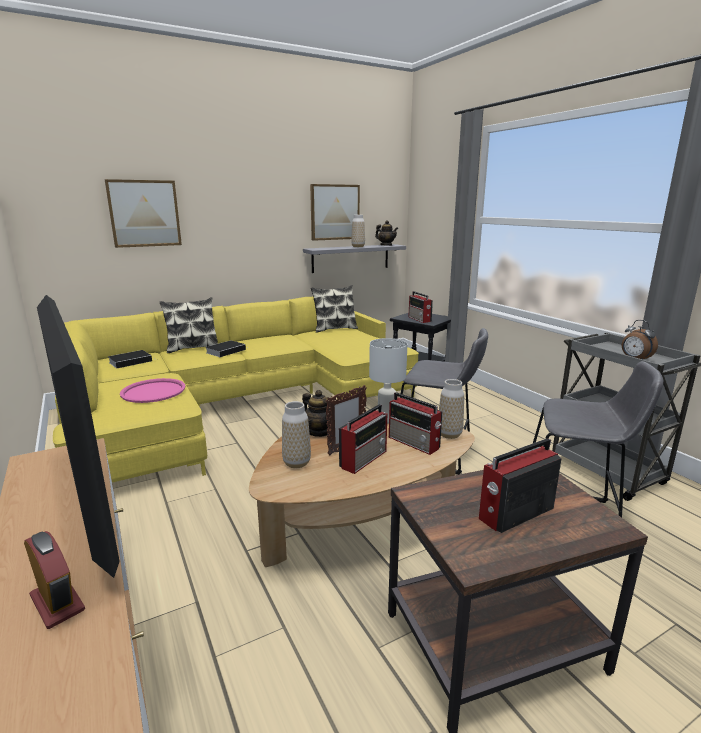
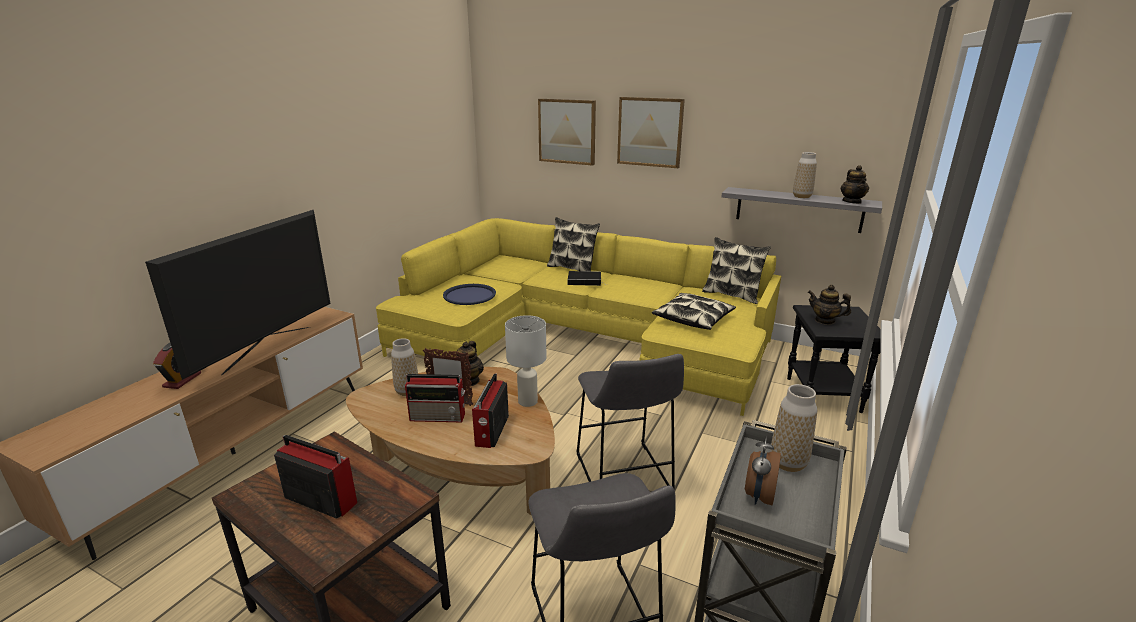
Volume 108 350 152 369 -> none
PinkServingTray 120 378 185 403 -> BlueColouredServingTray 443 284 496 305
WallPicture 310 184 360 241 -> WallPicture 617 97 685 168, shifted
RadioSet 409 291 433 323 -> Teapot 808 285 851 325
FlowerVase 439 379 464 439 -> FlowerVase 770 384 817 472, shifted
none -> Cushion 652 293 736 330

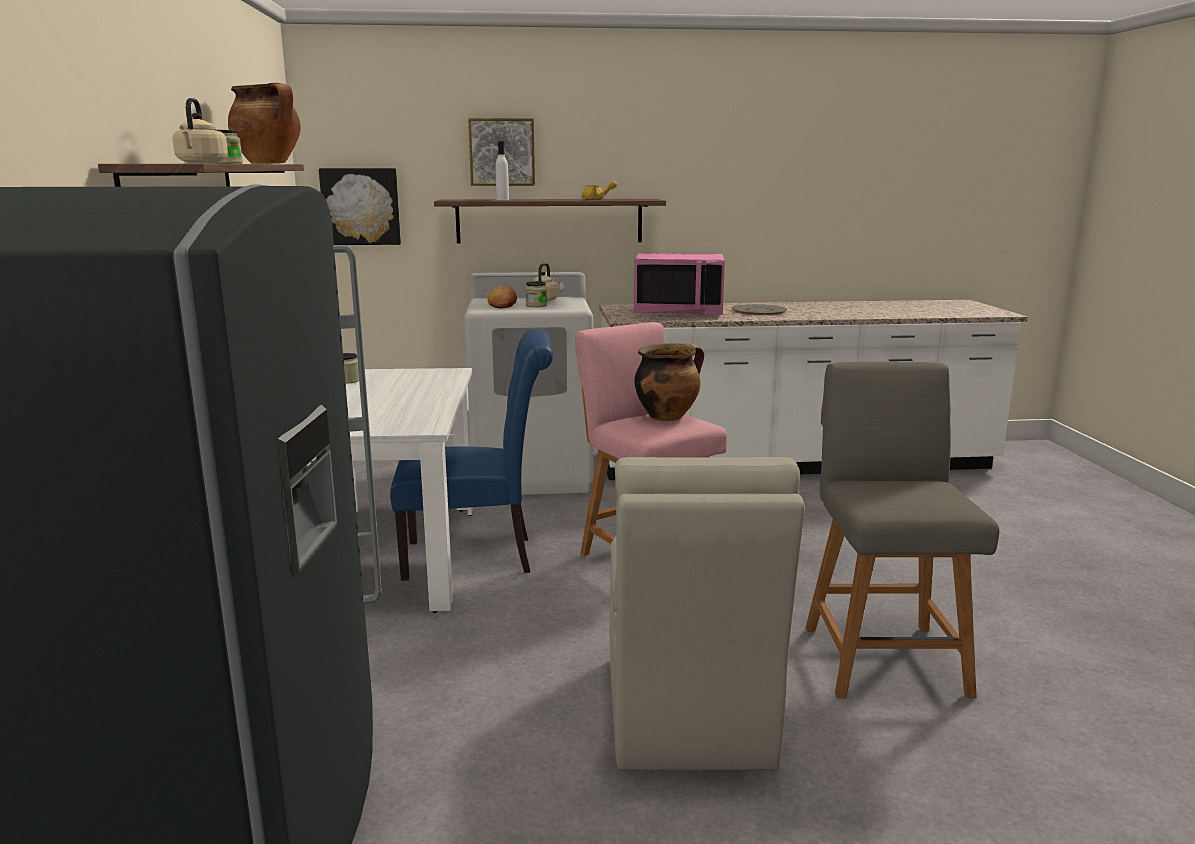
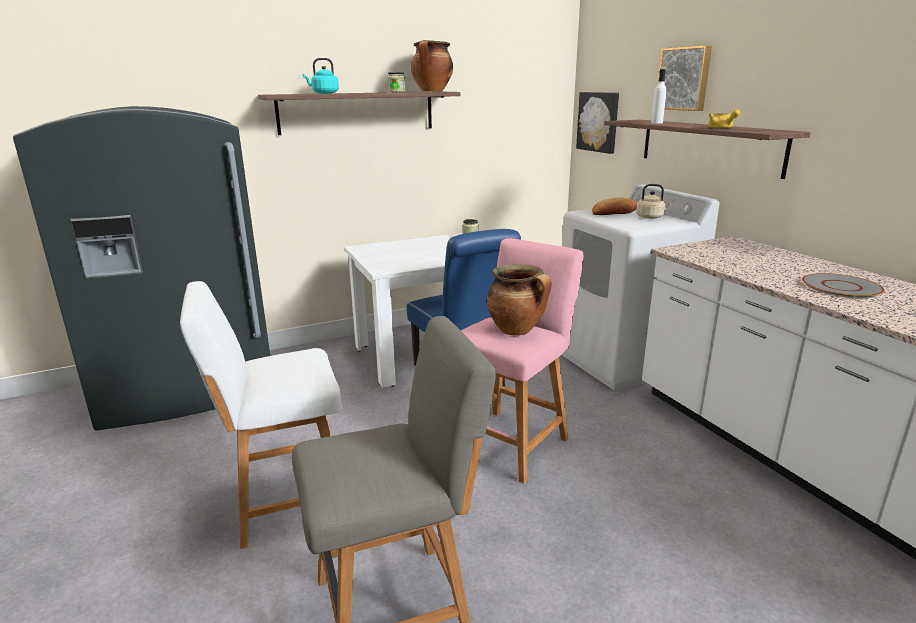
BeigeTeaKettle 172 98 228 163 -> TurquoiseColouredTeaKettle 303 58 339 94
Jar 525 281 547 307 -> none
BeigeChair 609 457 805 770 -> WhiteStool 180 281 342 549
PinkMicrowaveOven 634 253 725 315 -> none

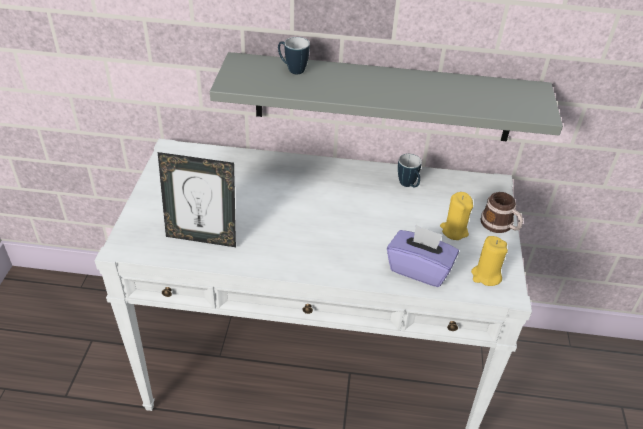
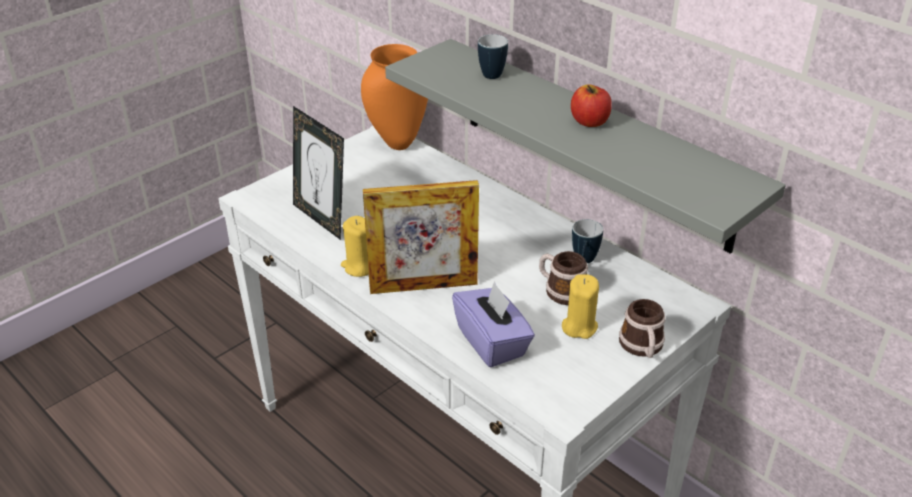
YellowCandle 471 236 508 286 -> YellowCandle 341 216 369 277, shifted
none -> OrangeFlowerVase 361 44 428 150
none -> PictureFrame 363 180 479 294
none -> TeaMug 539 251 588 305
none -> Apple 571 84 612 127

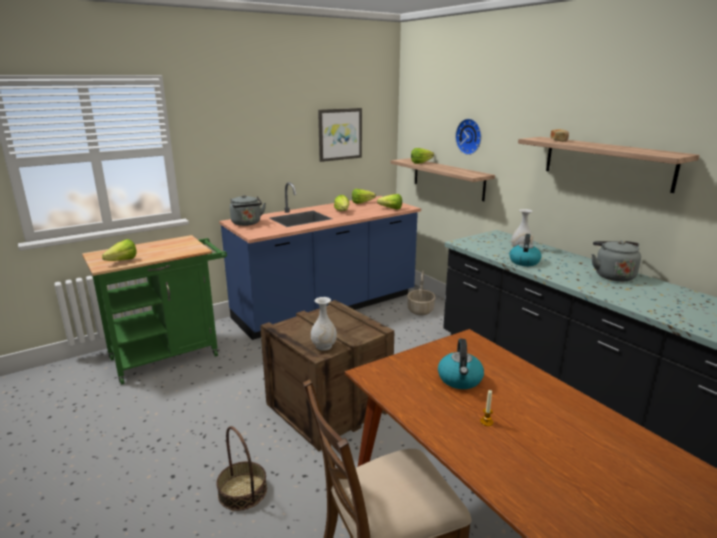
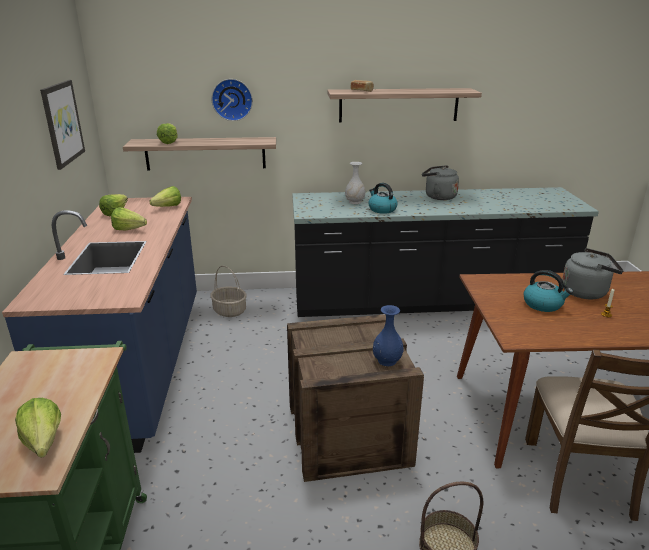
GrayTeaKettle 230 195 266 226 -> GrayTeaKettle 562 248 624 299, shifted
WhiteFlowerVase 311 297 337 351 -> BlueColouredFlowerVase 373 305 404 366

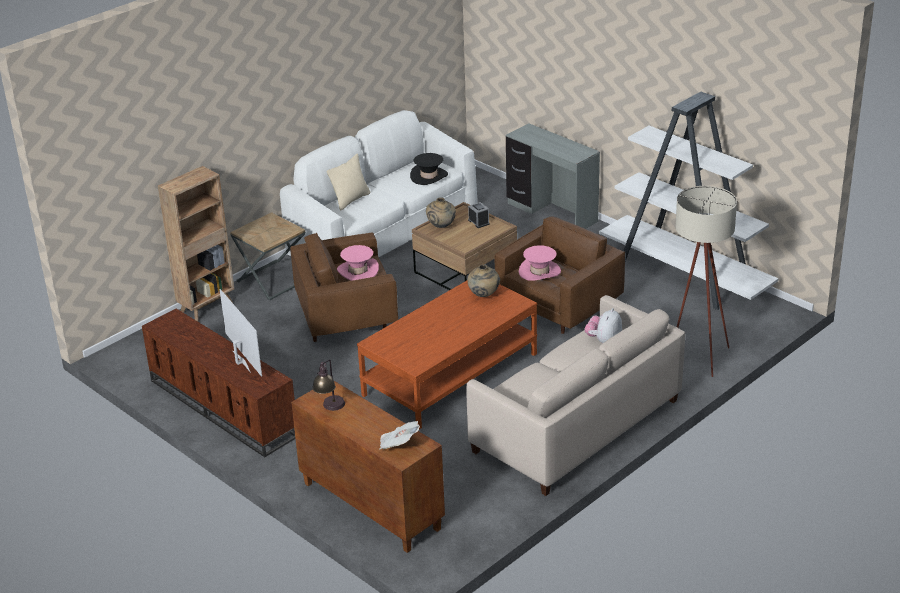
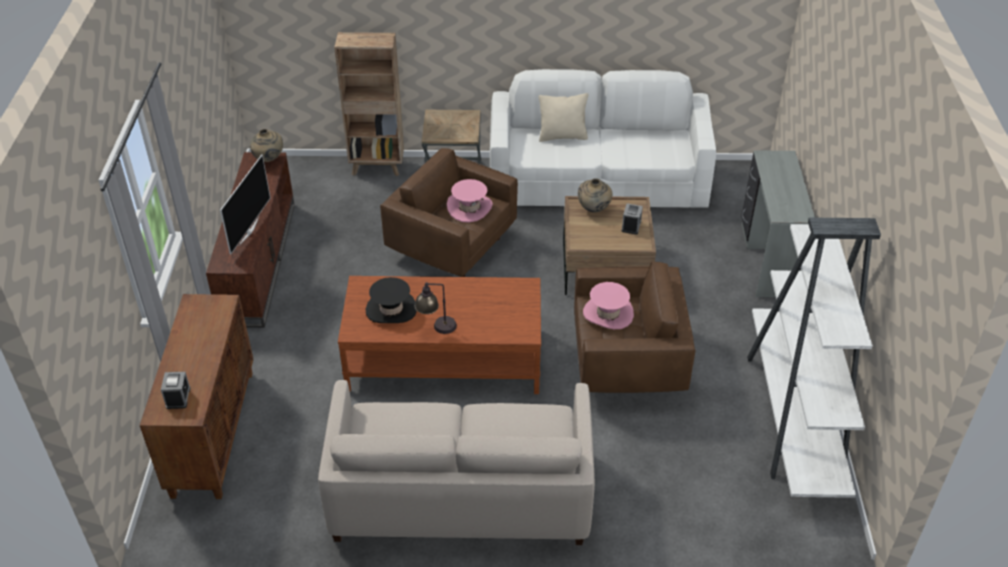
TableLamp 313 360 345 411 -> TableLamp 415 282 457 334, shifted
PrintedPaper 379 421 420 450 -> BedsideClock 161 372 190 409
BlackishWearableHat 410 153 448 185 -> BlackishWearableHat 366 277 417 323, shifted
BeigeFlowerVase 467 264 500 297 -> BeigeFlowerVase 250 129 283 162, shifted
PlushToy 584 308 622 343 -> none
BeigeFloorLamp 675 186 737 377 -> none

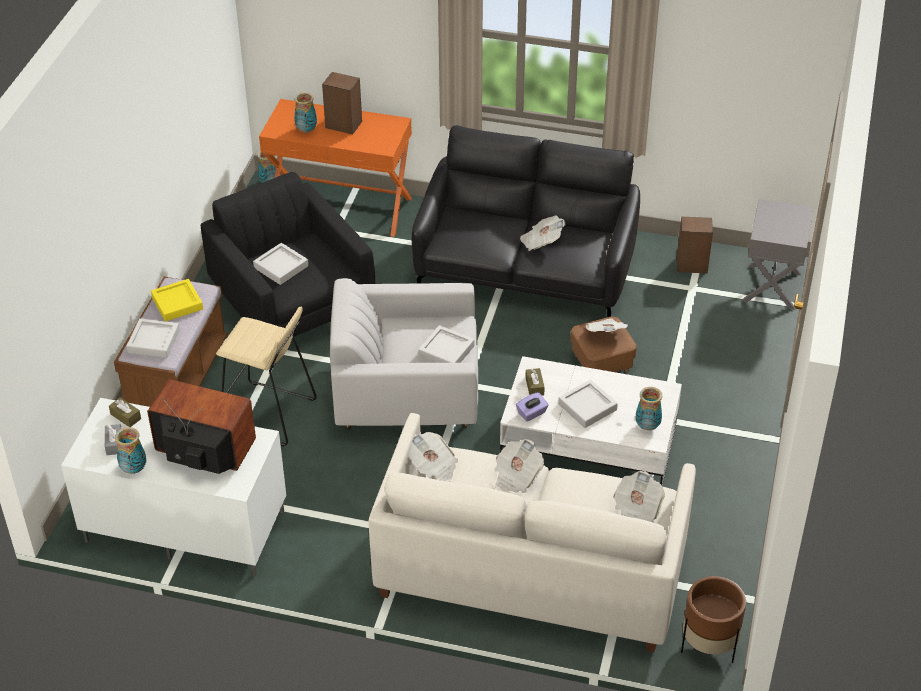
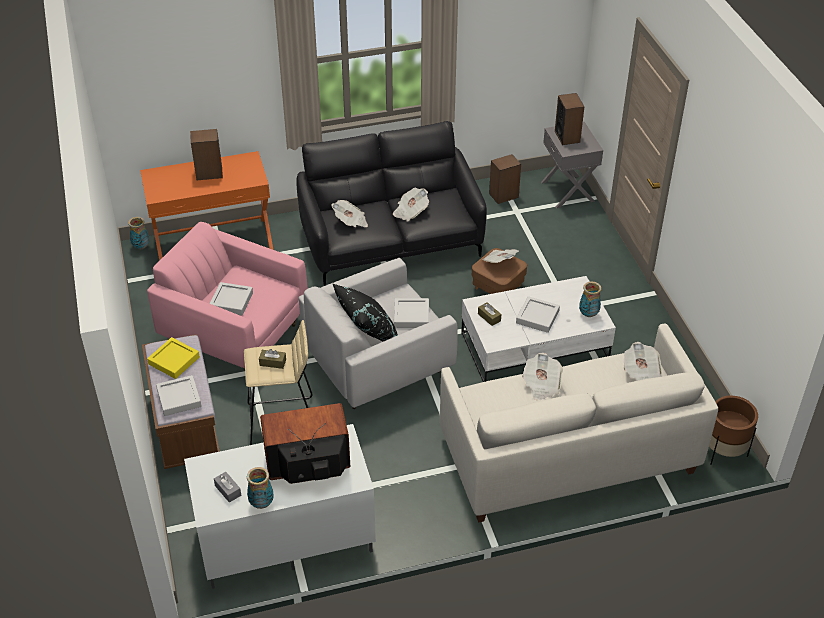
BrownishBoxOfTissues 109 398 141 427 -> BrownishBoxOfTissues 259 349 286 369, shifted
BlackishLoungeChair 201 172 376 337 -> PinkLoungeChair 147 222 308 368
FlowerVase 294 92 317 133 -> none
PrintedPaper 409 432 458 482 -> PrintedPaper 332 200 368 227, shifted
PurpleBoxOfTissues 516 392 549 421 -> none
none -> BlackishCushion 332 283 398 342
none -> AudioSpeaker 555 93 584 145

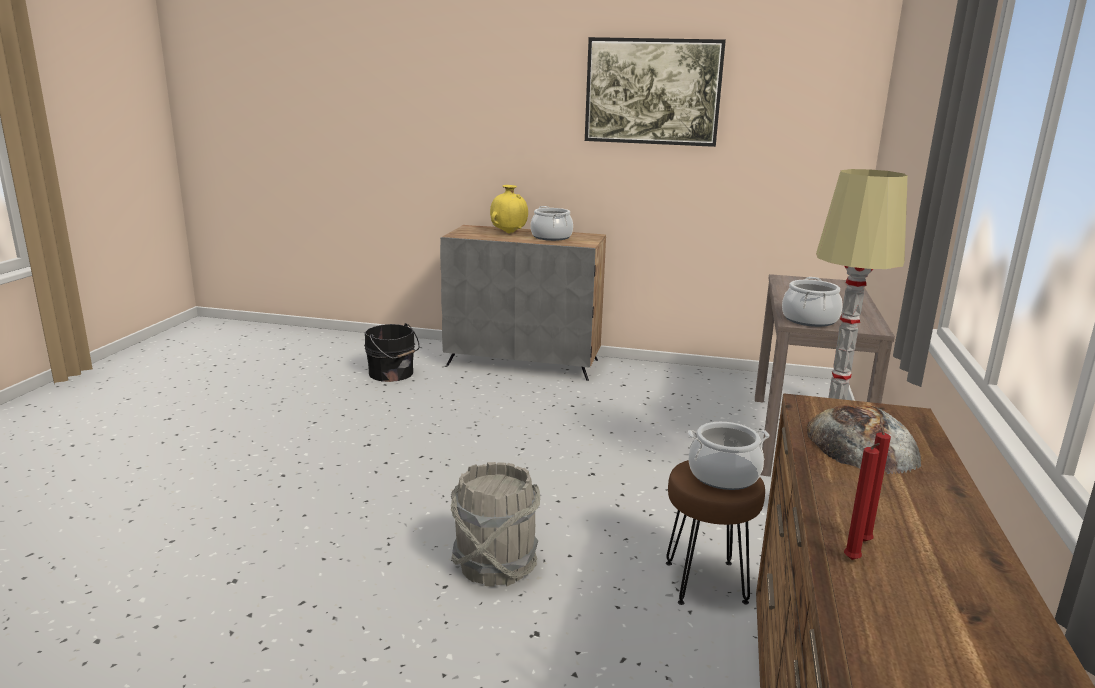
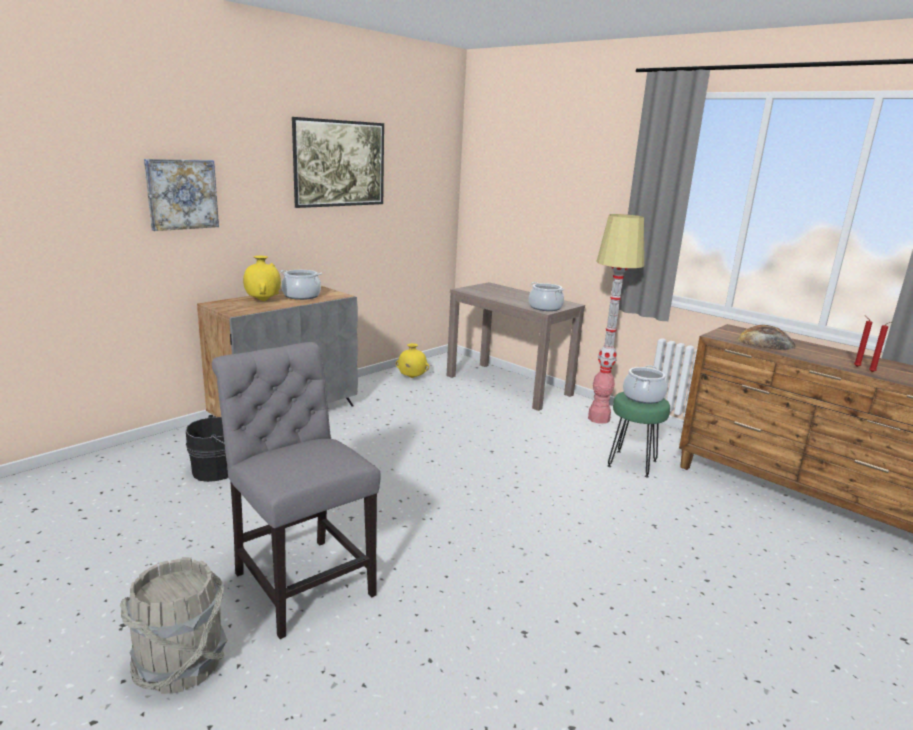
GrayBucket 451 462 540 587 -> GrayBucket 120 557 227 694, shifted
BrownishStool 666 460 765 605 -> GreenStool 607 392 670 477
none -> WallPicture 144 159 219 231
none -> GrayChair 212 342 381 639
none -> YellowFlowerVase 396 343 429 378

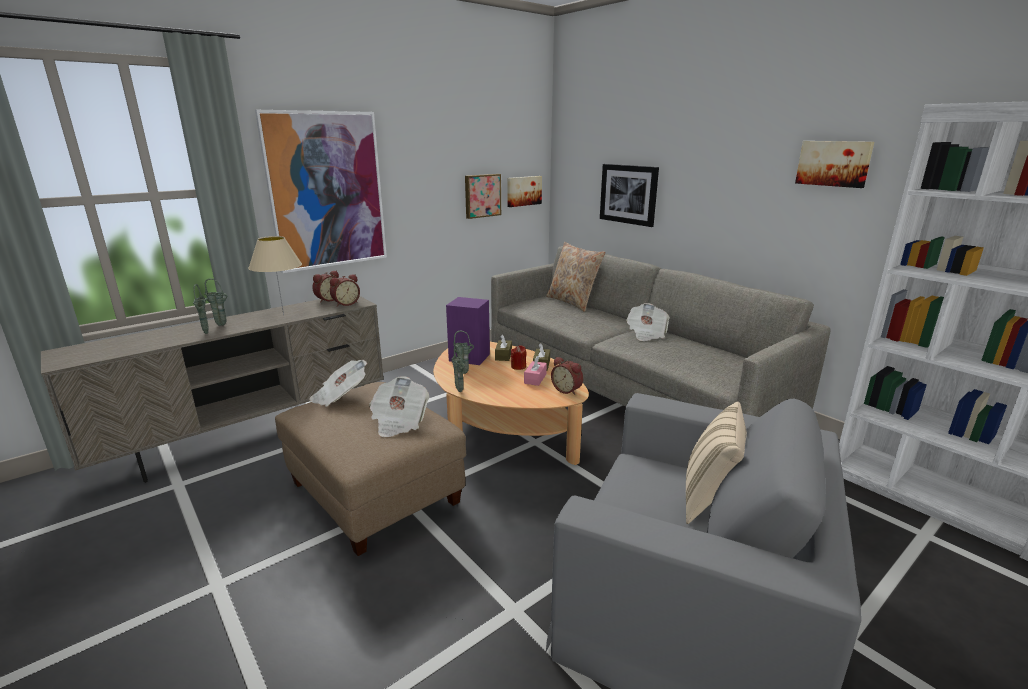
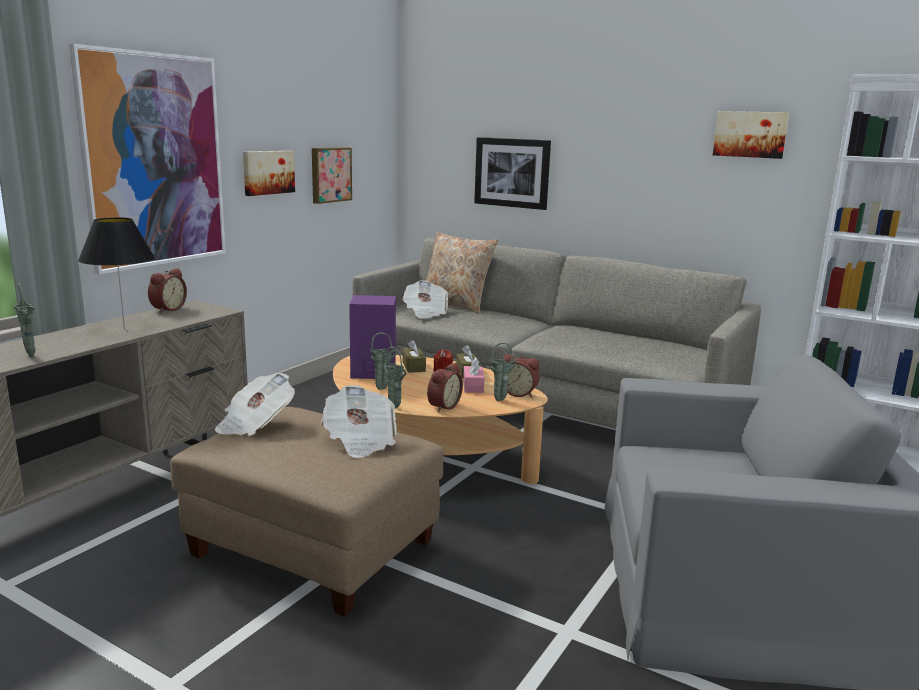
GreenFlowerVase 205 278 228 326 -> GreenFlowerVase 490 342 517 401, shifted
BeigeTableLamp 248 236 302 316 -> BlackishTableLamp 78 217 155 330
BedsideClock 330 274 360 307 -> BedsideClock 427 363 463 412, shifted
WallPicture 507 176 542 207 -> WallPicture 243 151 295 196, shifted
PrintedPaper 626 303 670 341 -> PrintedPaper 402 280 448 319, shifted
BeigeCushion 686 402 747 524 -> none

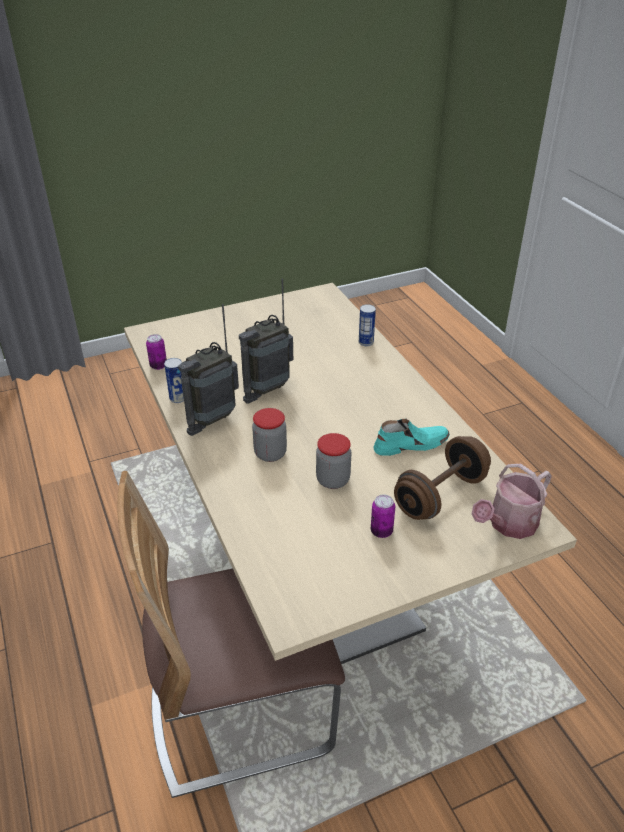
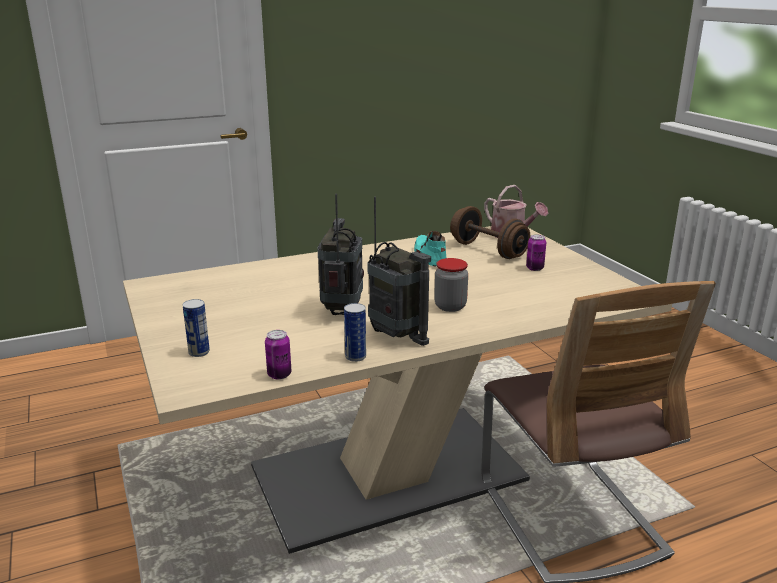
RadioSet 239 278 293 404 -> RadioSet 317 194 364 315, 135 degrees counterclockwise
Jar 316 433 351 489 -> none
Can 359 304 376 346 -> Can 183 299 210 357, shifted

